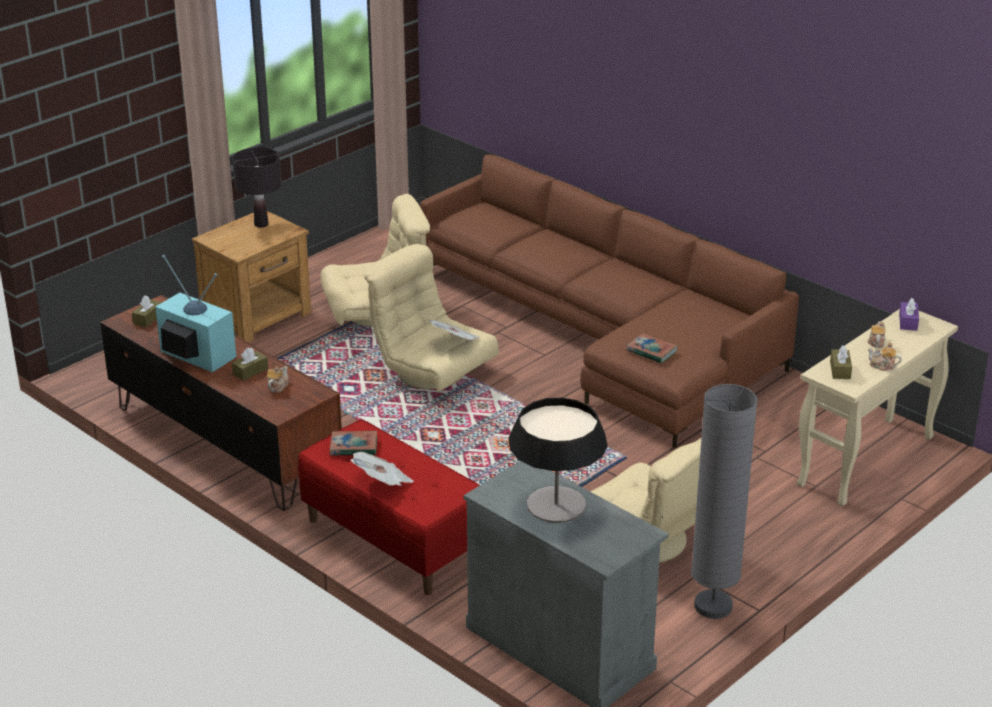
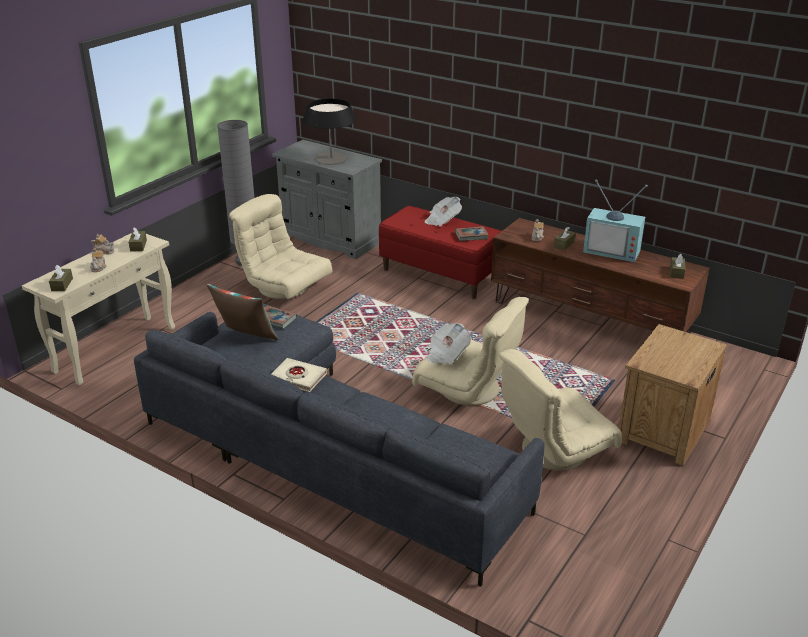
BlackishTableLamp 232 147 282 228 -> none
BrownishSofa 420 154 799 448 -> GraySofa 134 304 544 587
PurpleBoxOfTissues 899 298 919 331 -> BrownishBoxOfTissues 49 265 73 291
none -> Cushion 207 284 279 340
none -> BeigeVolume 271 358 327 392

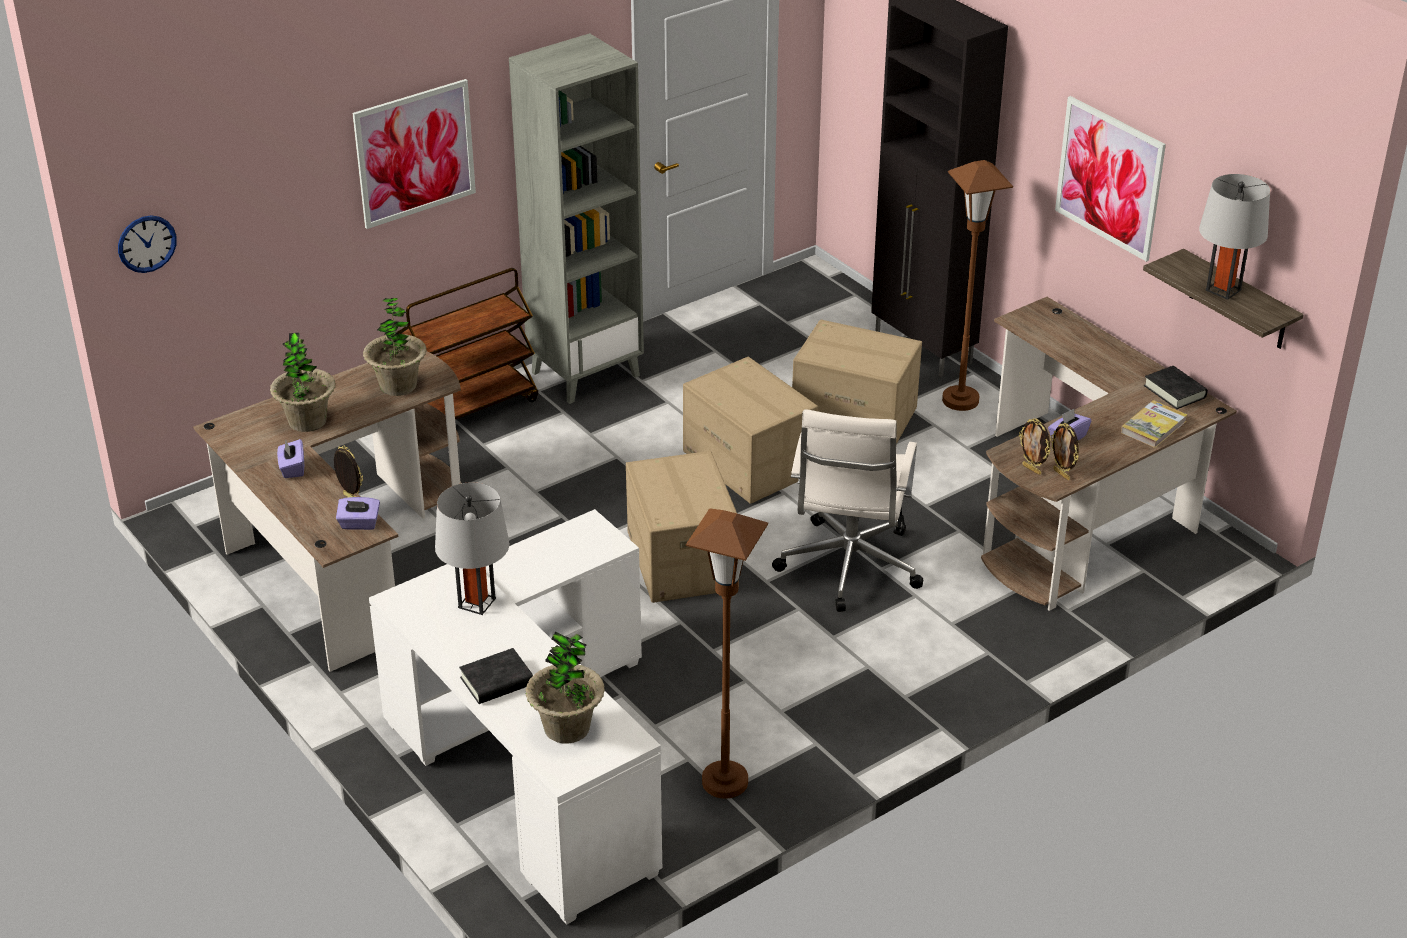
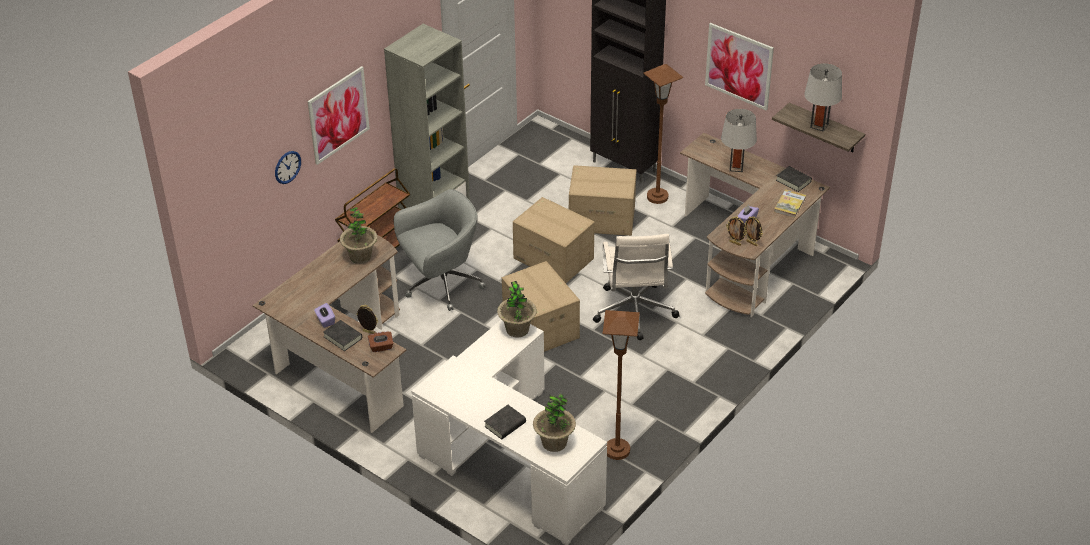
ClockOnTheWall 118 215 177 273 -> ClockOnTheWall 275 151 301 184, shifted
PlantInAPot 270 333 336 432 -> PlantInAPot 497 281 537 337, shifted
PurpleBoxOfTissues 336 497 380 530 -> BrownishBoxOfTissues 368 332 393 352
GrayTableLamp 435 482 510 615 -> GrayTableLamp 721 109 757 172, shifted
none -> BlackishVolume 323 320 362 351
none -> GrayComputerChair 394 189 486 311

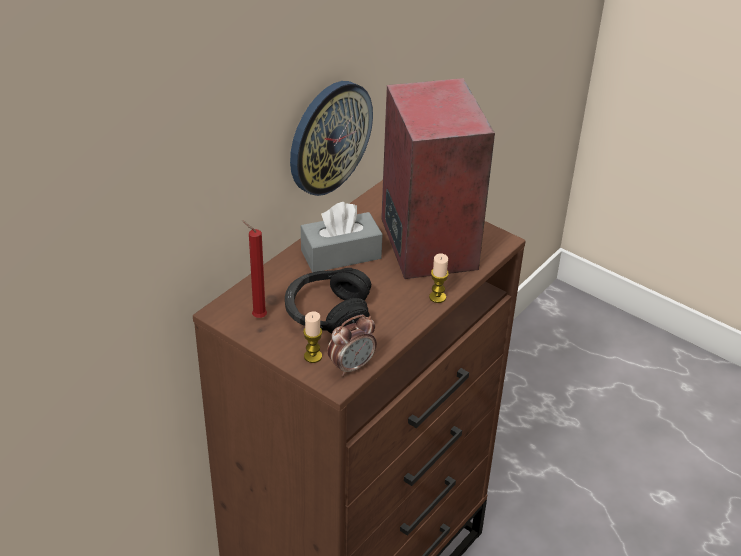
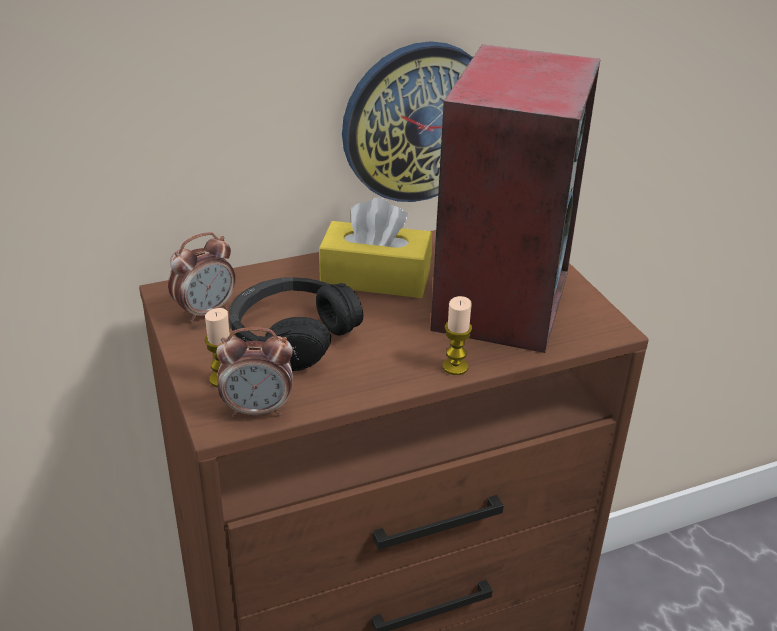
RedColouredCandle 242 220 267 318 -> BedsideClock 168 232 236 323
GrayBoxOfTissues 301 202 383 273 -> YellowBoxOfTissues 319 198 432 298

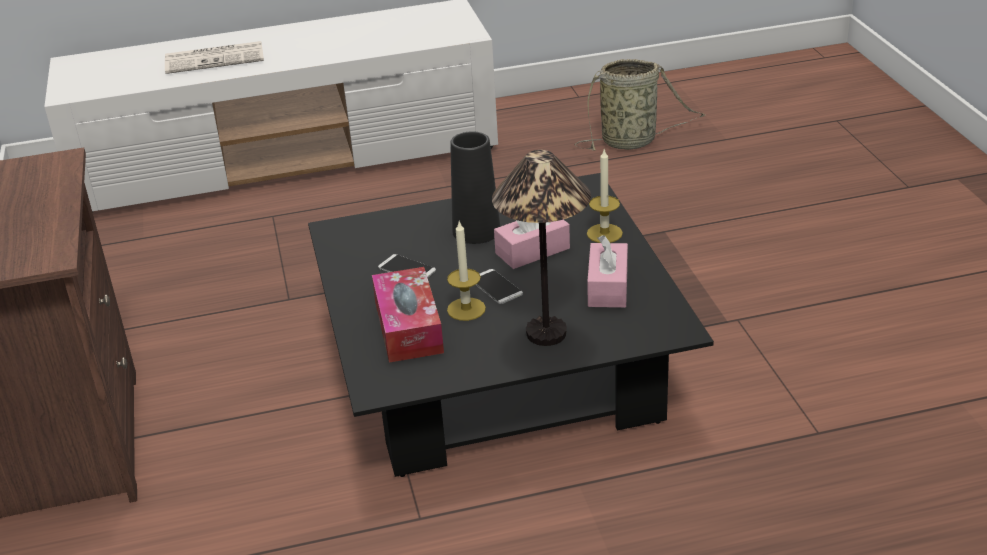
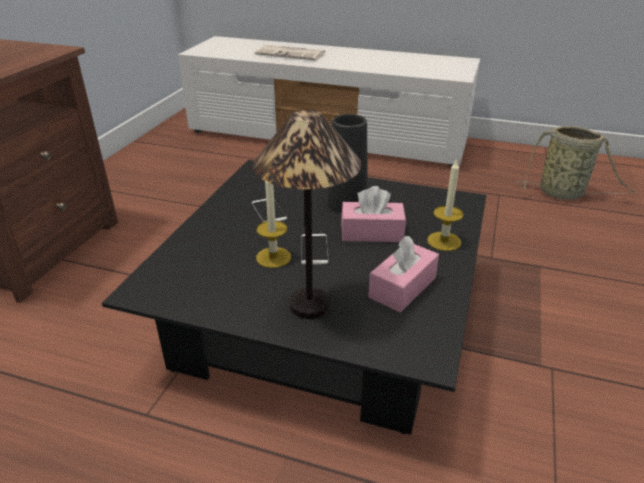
BoxOfTissues 372 267 444 363 -> none

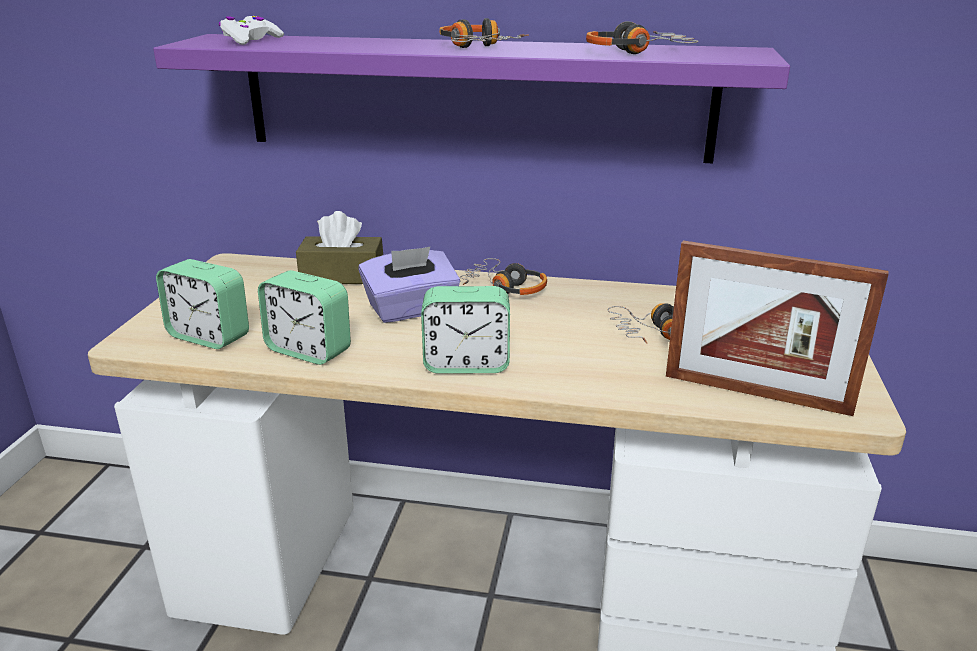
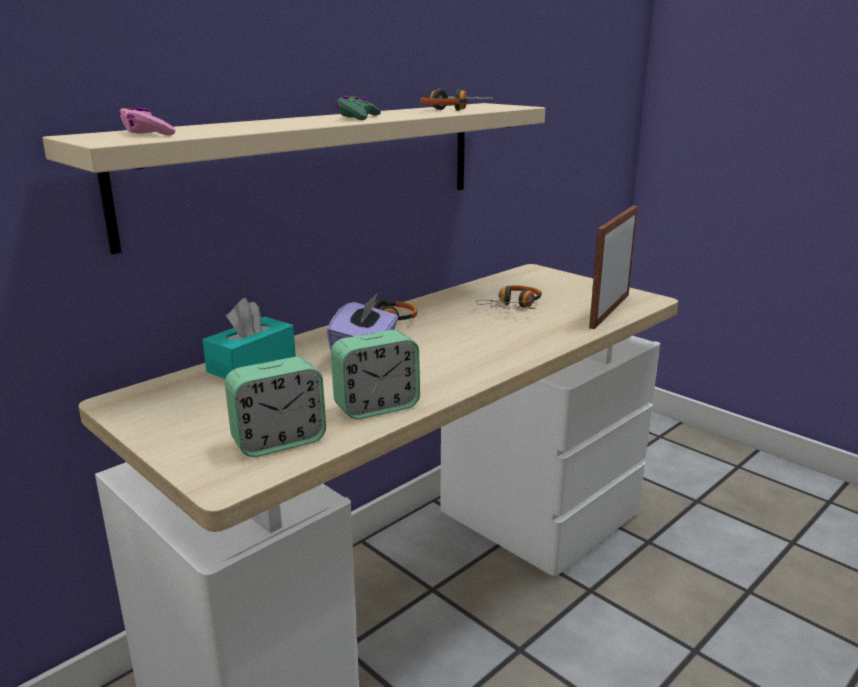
PurpleShelf 153 34 790 163 -> BeigeShelf 42 103 545 254
WhiteJoypad 219 16 284 45 -> PinkJoypad 119 107 175 135
BrownishBoxOfTissues 296 211 383 284 -> TurquoiseColouredBoxOfTissues 203 298 296 379
BedsideClock 421 286 510 374 -> none
Headphones 439 18 529 48 -> GreenJoypad 335 96 381 120
PictureFrame 666 240 889 416 -> PictureFrame 589 206 638 329, 150 degrees clockwise

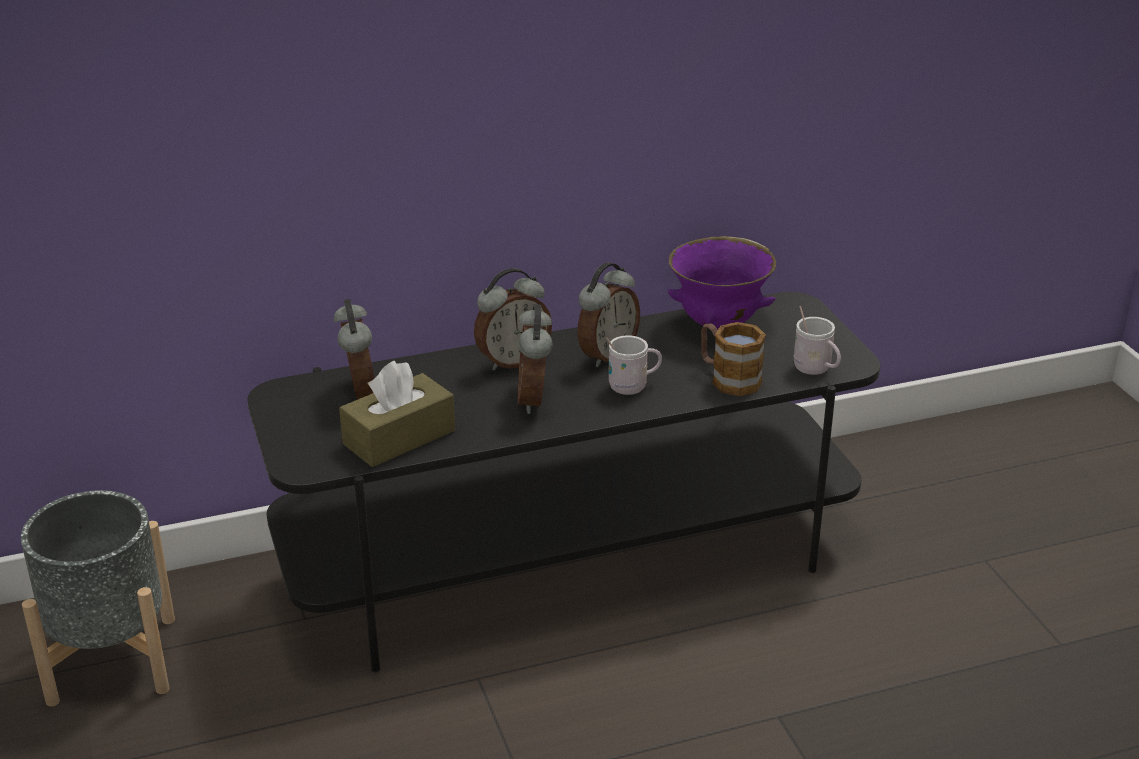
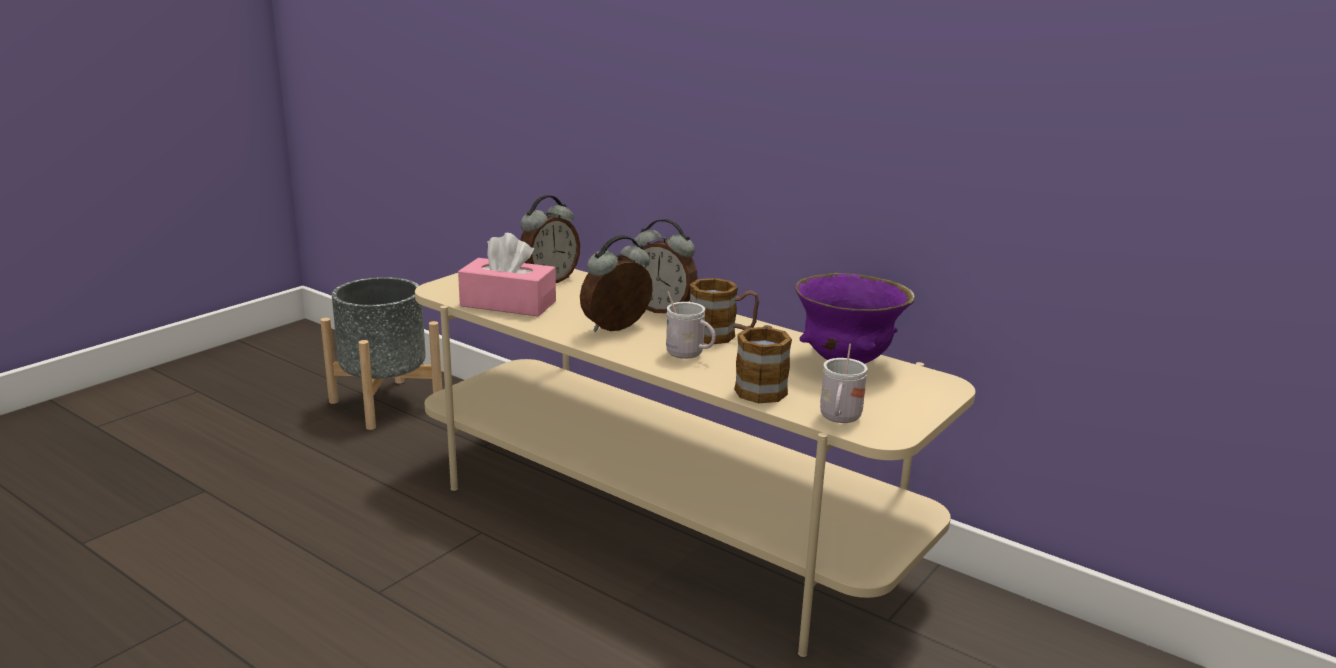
BlackishTvStand 247 292 880 672 -> BeigeTvStand 415 269 976 657
BrownishBoxOfTissues 339 360 455 467 -> PinkBoxOfTissues 458 233 556 317
BedsideClock 578 262 640 367 -> TeaMug 690 278 759 344

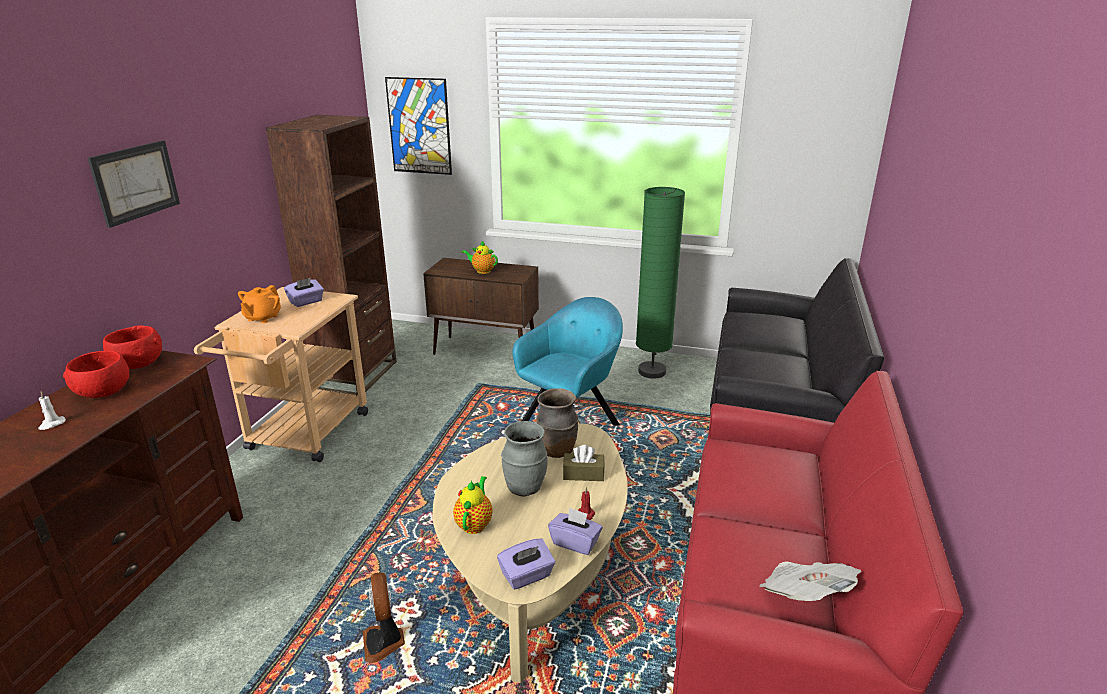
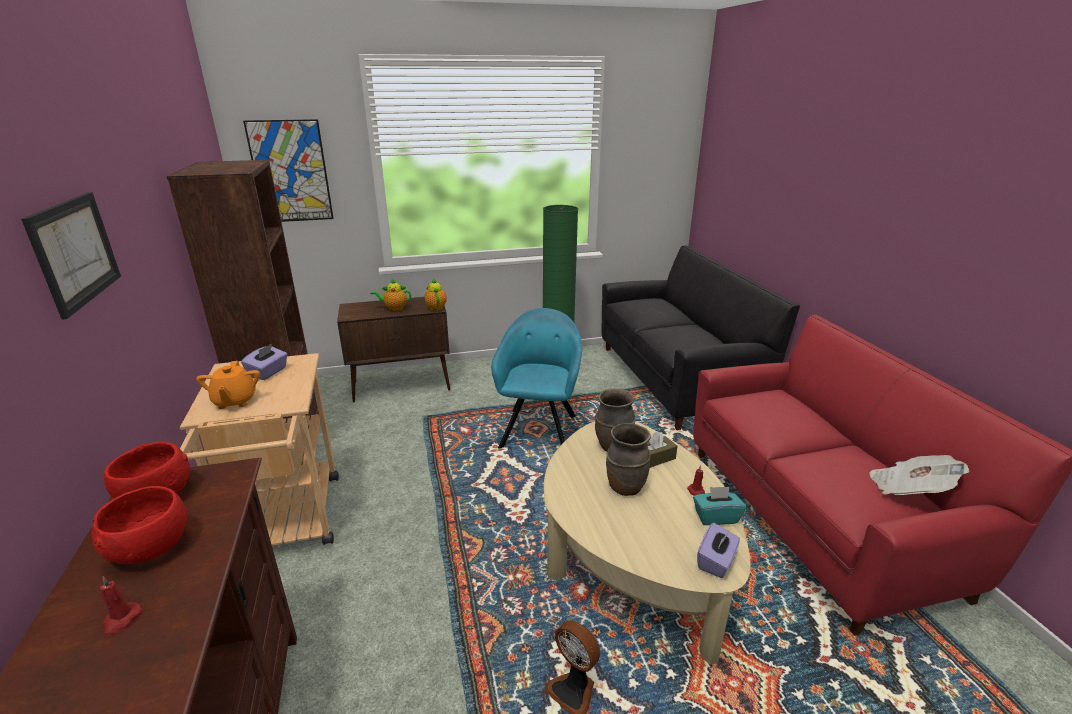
WhiteCandle 38 391 66 430 -> RedColouredCandle 100 576 142 636
Teapot 453 476 493 534 -> Teapot 424 279 447 311, shifted
GrayFlowerVase 501 421 547 497 -> BrownishFlowerVase 606 423 651 496
PurpleBoxOfTissues 548 507 603 555 -> TurquoiseColouredBoxOfTissues 693 487 746 525

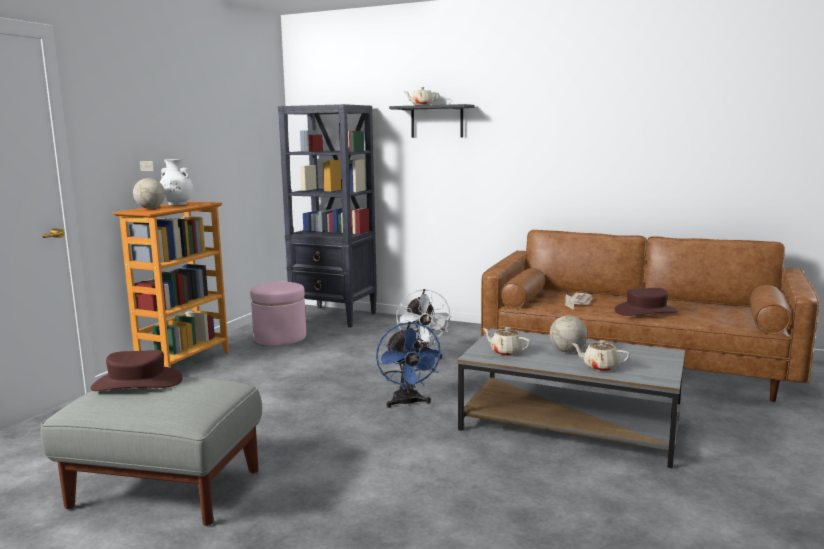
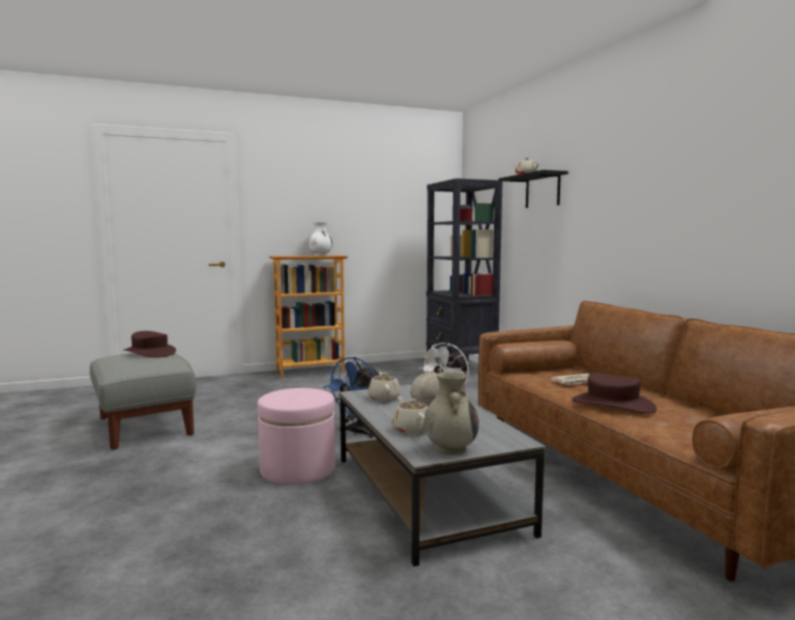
WorldGlobe 133 161 165 209 -> none
PinkPouffe 250 282 306 346 -> PinkPouffe 257 388 335 485, shifted
none -> BeigeFlowerVase 424 372 479 455

